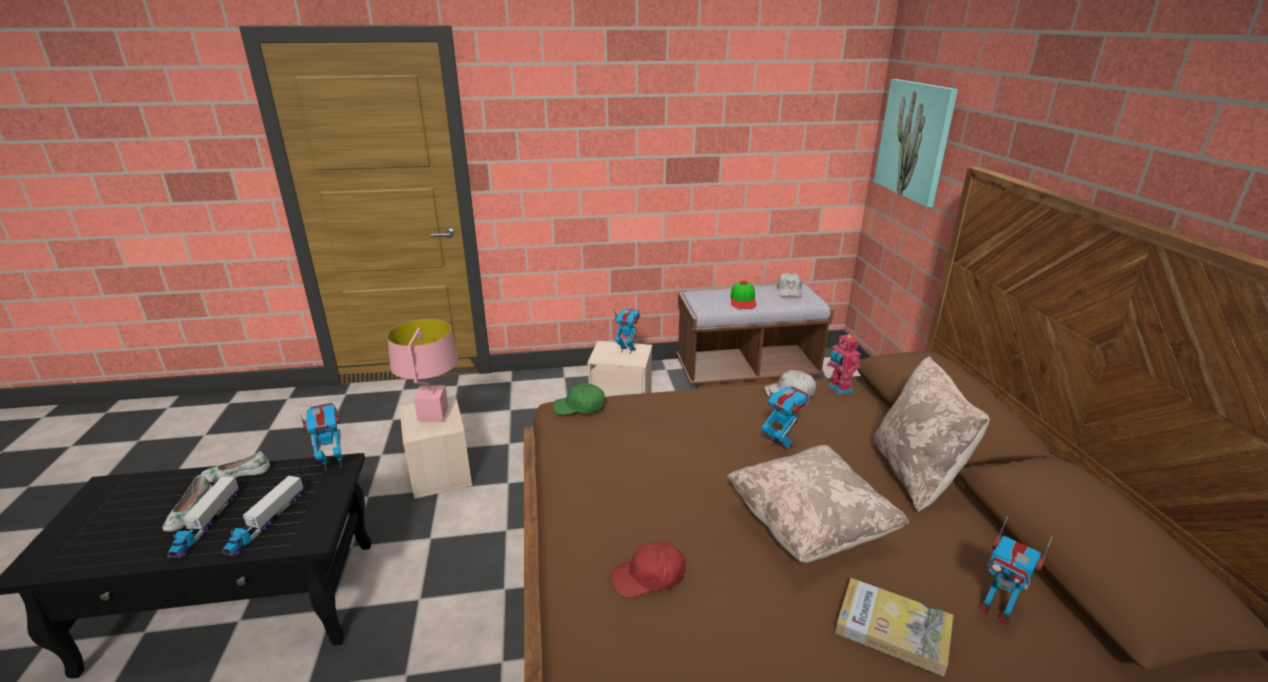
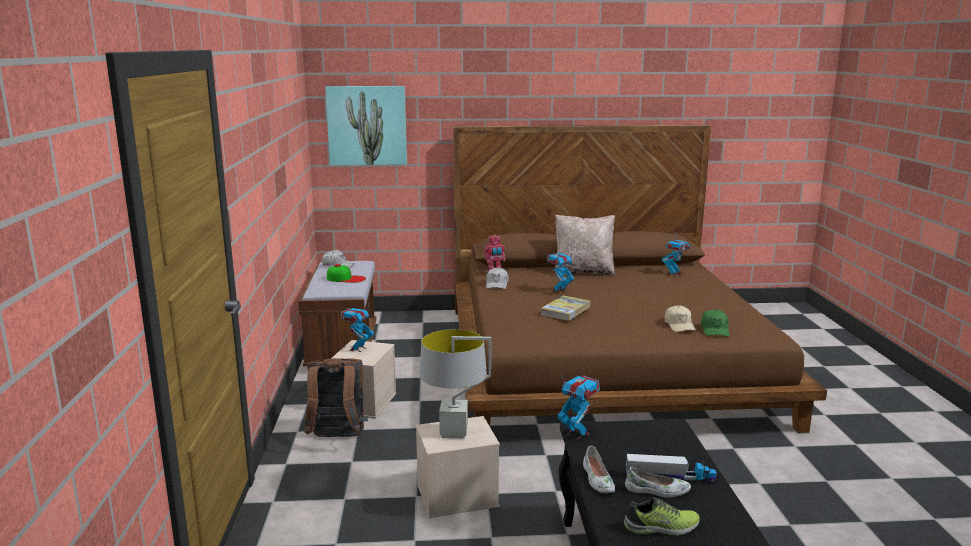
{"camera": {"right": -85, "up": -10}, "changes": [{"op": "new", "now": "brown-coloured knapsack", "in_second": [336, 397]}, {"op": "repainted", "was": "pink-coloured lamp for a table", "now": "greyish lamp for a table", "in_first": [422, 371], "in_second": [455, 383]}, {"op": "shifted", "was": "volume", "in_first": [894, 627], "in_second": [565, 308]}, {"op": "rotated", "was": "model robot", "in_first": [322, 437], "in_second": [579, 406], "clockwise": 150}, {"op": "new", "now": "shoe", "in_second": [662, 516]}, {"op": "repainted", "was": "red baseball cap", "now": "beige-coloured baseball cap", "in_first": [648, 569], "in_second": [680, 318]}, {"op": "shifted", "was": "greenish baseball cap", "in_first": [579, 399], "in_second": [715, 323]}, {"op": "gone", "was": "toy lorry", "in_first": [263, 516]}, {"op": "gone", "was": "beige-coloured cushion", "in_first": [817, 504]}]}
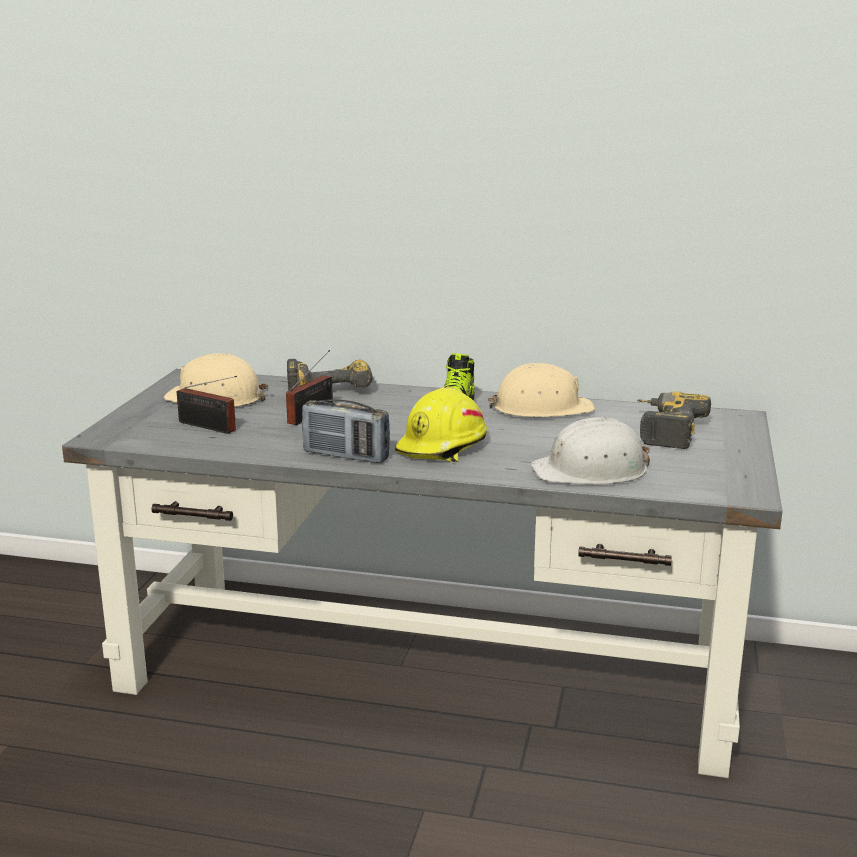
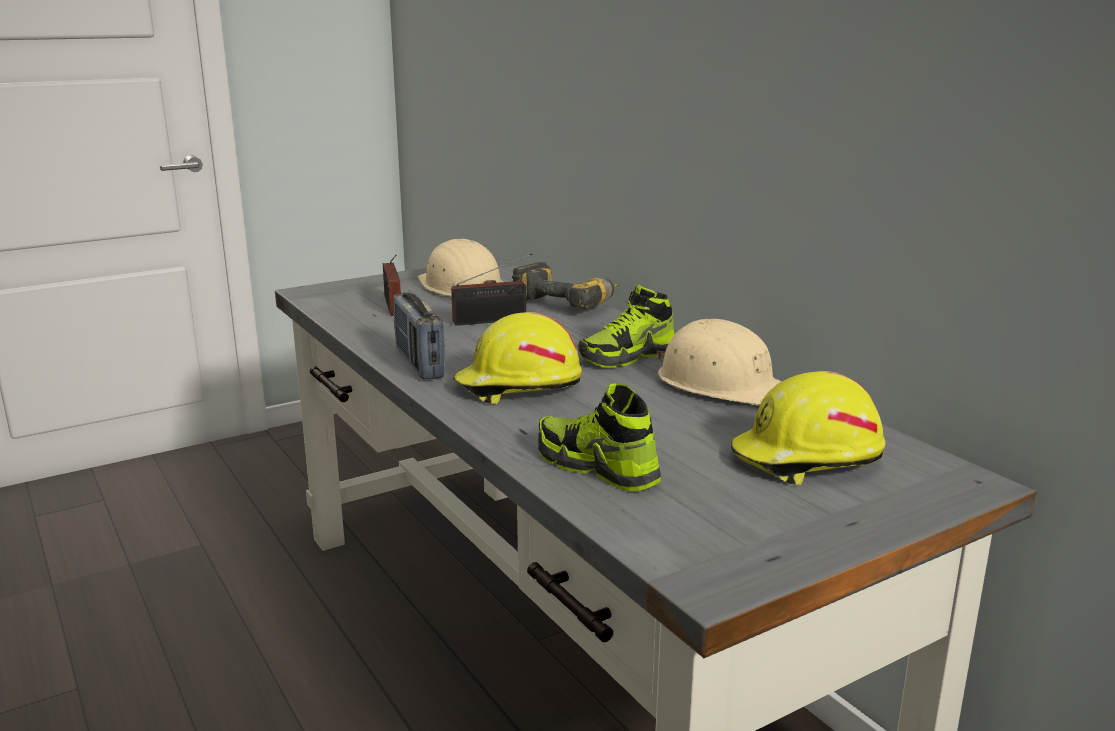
{"camera": {"right": 45, "up": 0}, "changes": [{"op": "swapped", "was": "white-coloured work helmet", "now": "shoe", "in_first": [590, 450], "in_second": [599, 437]}, {"op": "swapped", "was": "electric drill", "now": "yellowish work helmet", "in_first": [674, 420], "in_second": [808, 428]}]}
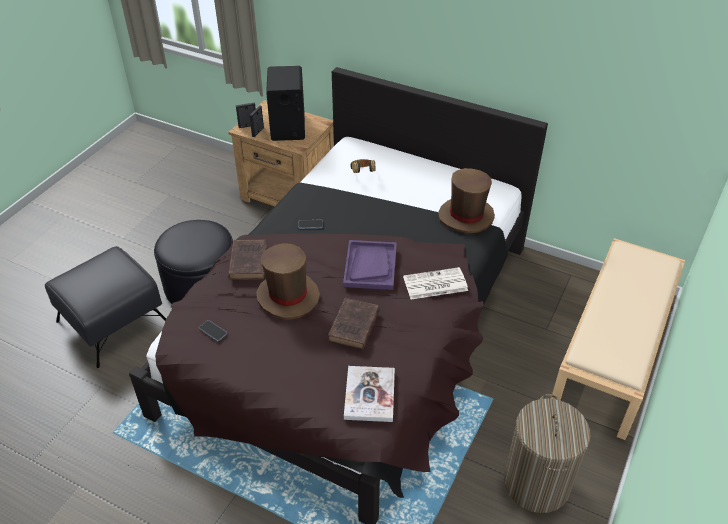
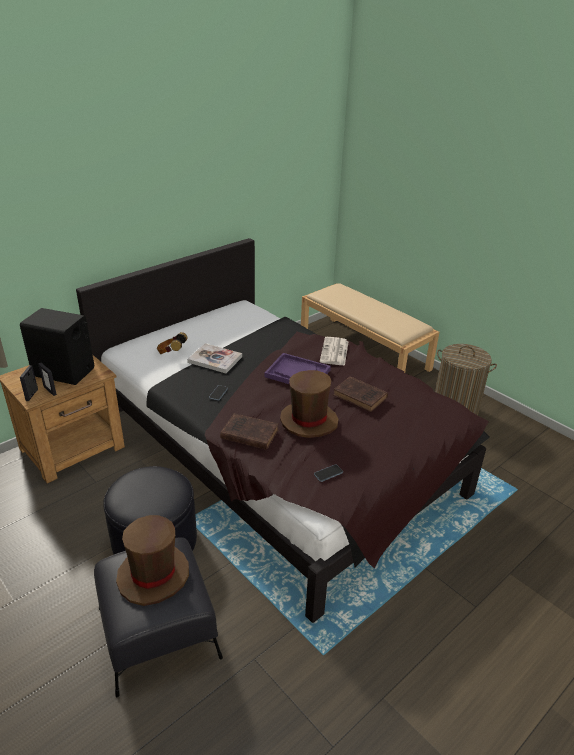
{"camera": {"right": -70, "up": -10}, "changes": [{"op": "shifted", "was": "brown-coloured clothing hat", "in_first": [466, 201], "in_second": [152, 560]}, {"op": "shifted", "was": "volume", "in_first": [369, 394], "in_second": [214, 358]}]}
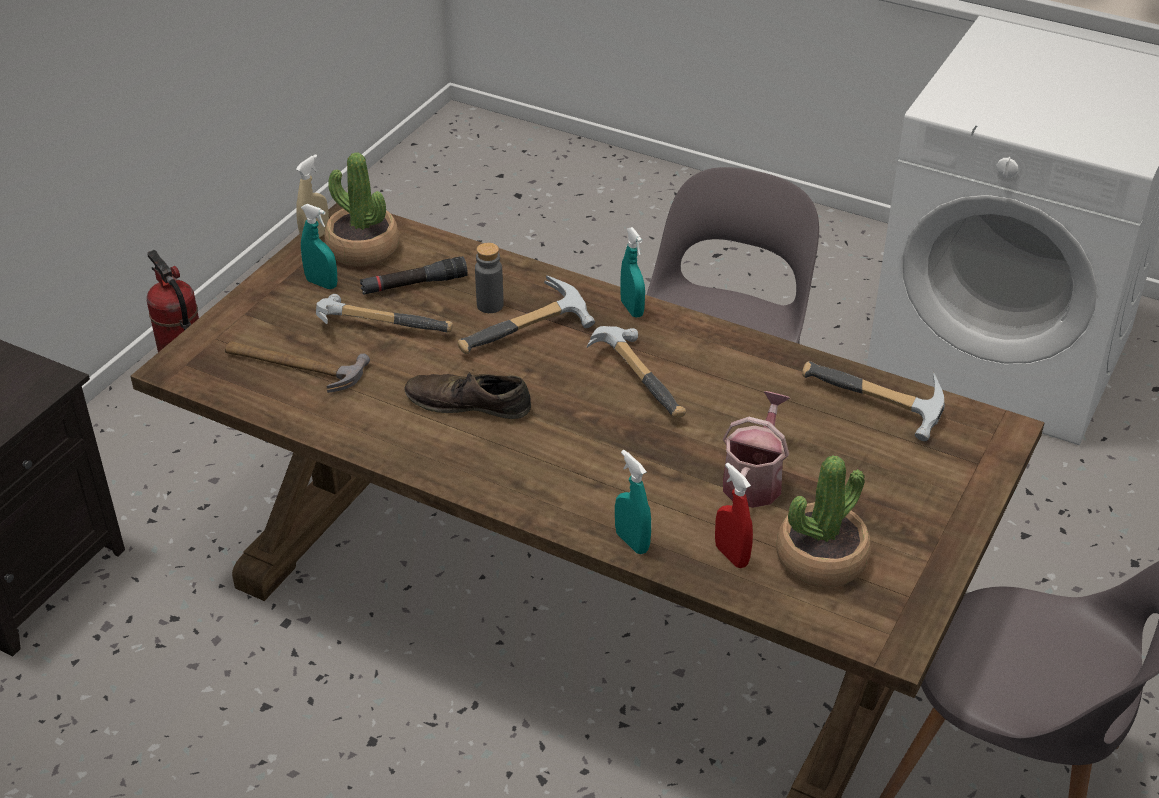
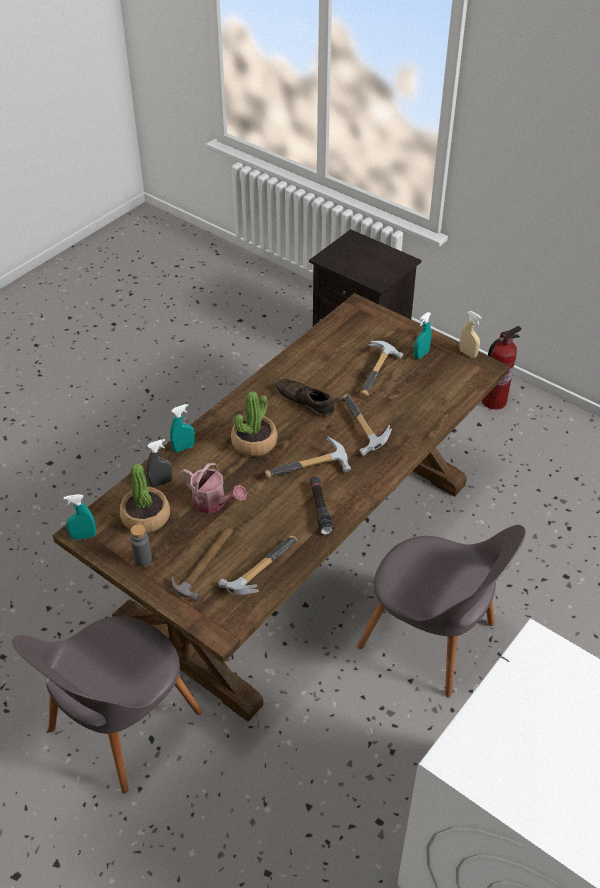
{"camera": {"right": 100, "up": 5}, "changes": [{"op": "shifted", "was": "blue-green sprayer", "in_first": [632, 272], "in_second": [80, 517]}, {"op": "shifted", "was": "greyish beverage bottle", "in_first": [489, 278], "in_second": [141, 545]}, {"op": "repainted", "was": "red sprayer", "now": "greyish sprayer", "in_first": [734, 515], "in_second": [159, 463]}, {"op": "shifted", "was": "hand hammer", "in_first": [297, 367], "in_second": [202, 564]}, {"op": "shifted", "was": "potted plant", "in_first": [361, 209], "in_second": [254, 424]}, {"op": "rotated", "was": "brown-coloured shoe", "in_first": [467, 396], "in_second": [305, 398], "clockwise": -75}, {"op": "shifted", "was": "black hand torch", "in_first": [414, 275], "in_second": [321, 505]}]}
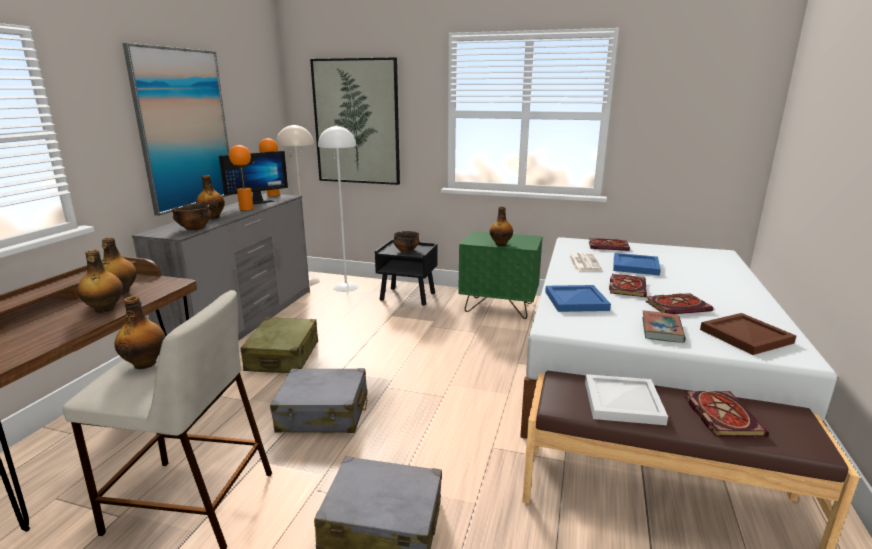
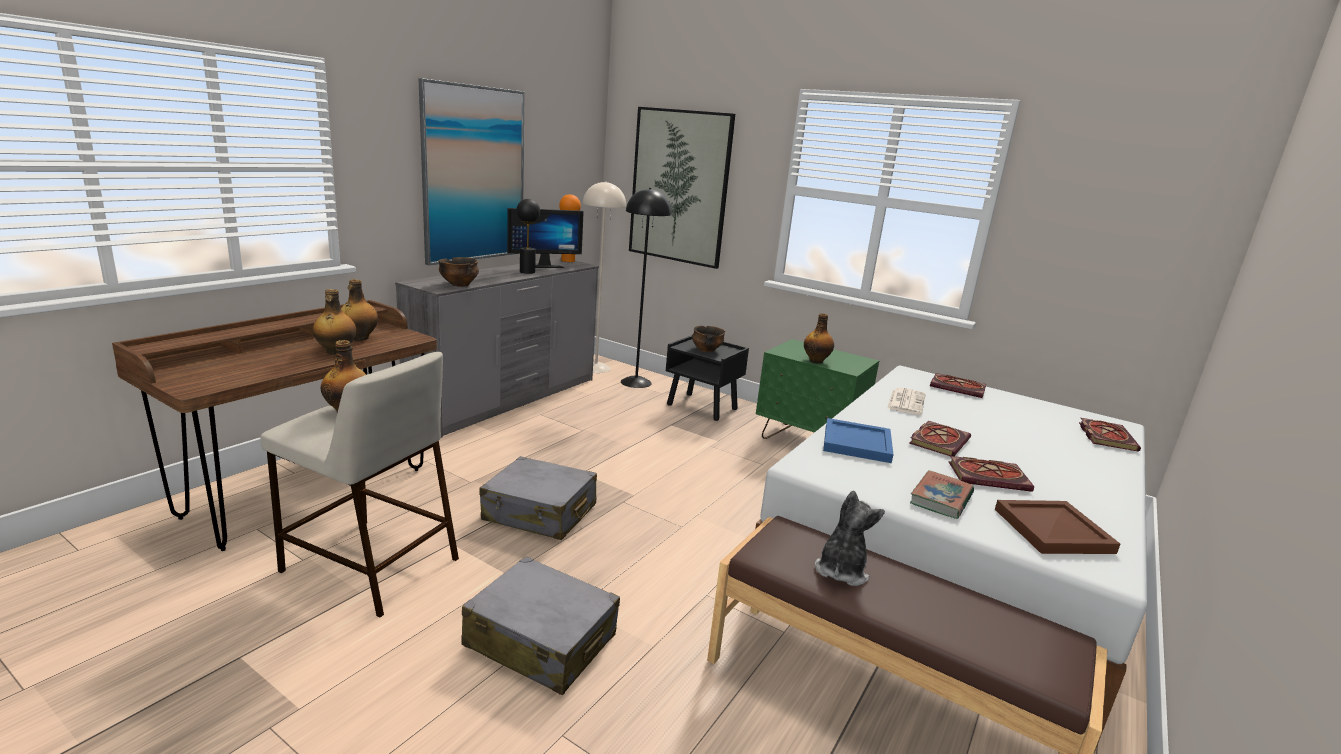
{"camera": {"right": 15, "up": 0}, "changes": [{"op": "repainted", "was": "orangey lamp for a table", "now": "black lamp for a table", "in_first": [241, 178], "in_second": [528, 236]}, {"op": "repainted", "was": "white-coloured standing lamp", "now": "black standing lamp", "in_first": [338, 208], "in_second": [646, 288]}, {"op": "swapped", "was": "white-coloured carrying tray", "now": "plush toy", "in_first": [626, 399], "in_second": [850, 538]}, {"op": "shifted", "was": "volume", "in_first": [726, 414], "in_second": [1110, 435]}, {"op": "gone", "was": "beverage bottle", "in_first": [210, 197]}, {"op": "gone", "was": "beige-coloured piece of luggage", "in_first": [279, 345]}, {"op": "gone", "was": "blue-coloured carrying tray", "in_first": [637, 264]}]}
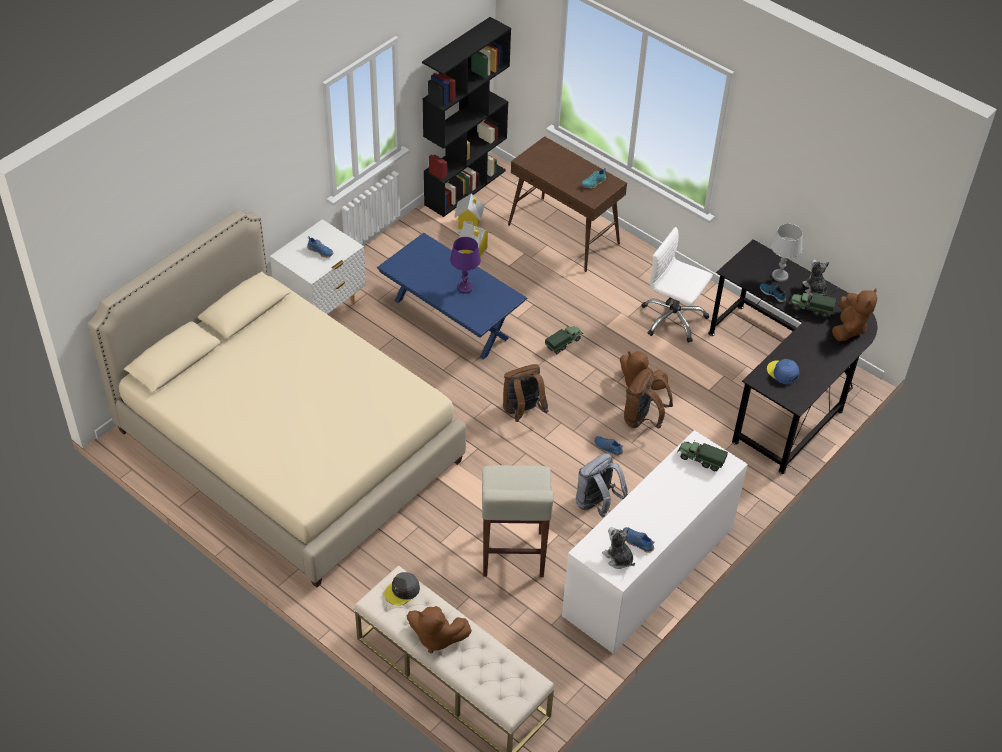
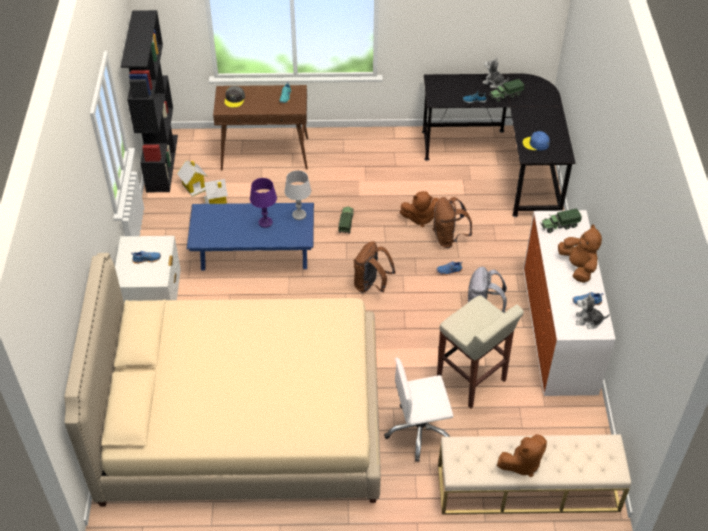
{"camera": {"right": -40, "up": 0}, "changes": [{"op": "shifted", "was": "greyish baseball cap", "in_first": [402, 588], "in_second": [234, 97]}, {"op": "shifted", "was": "greyish lamp for a table", "in_first": [787, 253], "in_second": [298, 195]}, {"op": "shifted", "was": "white-coloured office chair", "in_first": [677, 285], "in_second": [418, 410]}, {"op": "shifted", "was": "brown-coloured plush toy", "in_first": [854, 315], "in_second": [580, 253]}]}
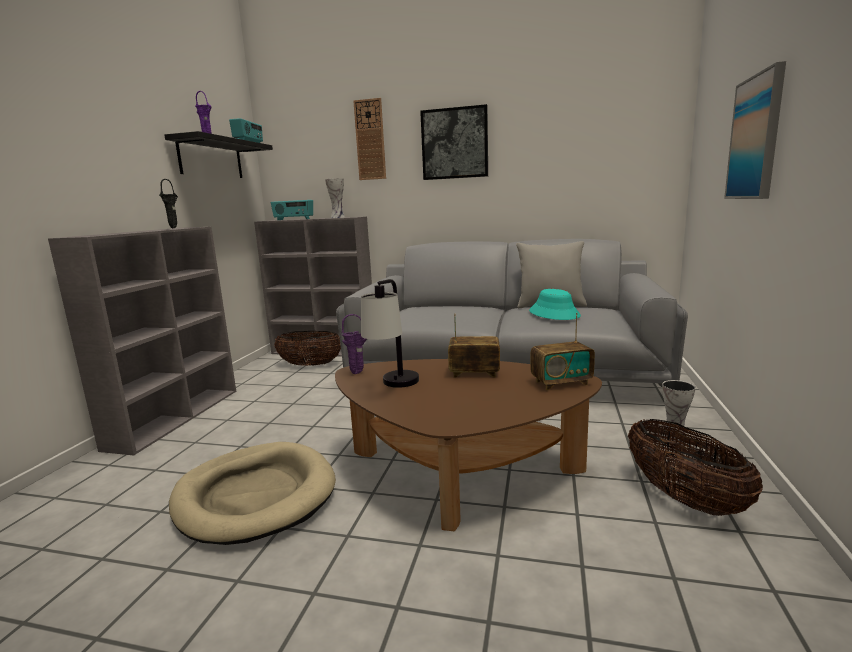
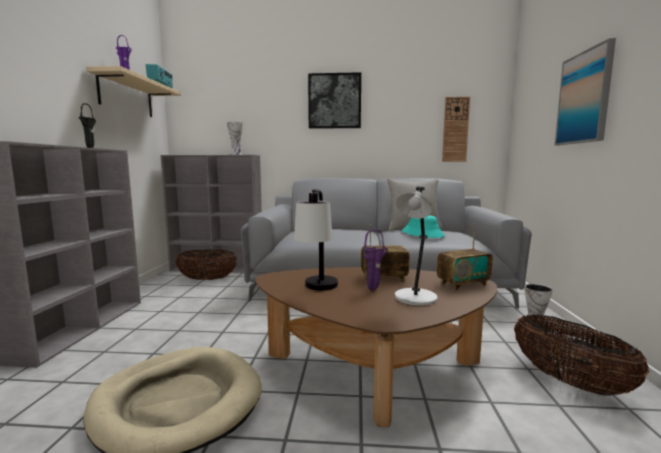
{"camera": {"right": -10, "up": -5}, "changes": [{"op": "repainted", "was": "black wall shelf", "now": "beige-coloured wall shelf", "in_first": [218, 154], "in_second": [133, 91]}, {"op": "shifted", "was": "purplish flower vase", "in_first": [354, 344], "in_second": [375, 260]}, {"op": "new", "now": "greyish lamp for a table", "in_second": [416, 246]}, {"op": "shifted", "was": "hanging clock", "in_first": [369, 139], "in_second": [456, 129]}, {"op": "gone", "was": "radio set", "in_first": [292, 210]}]}
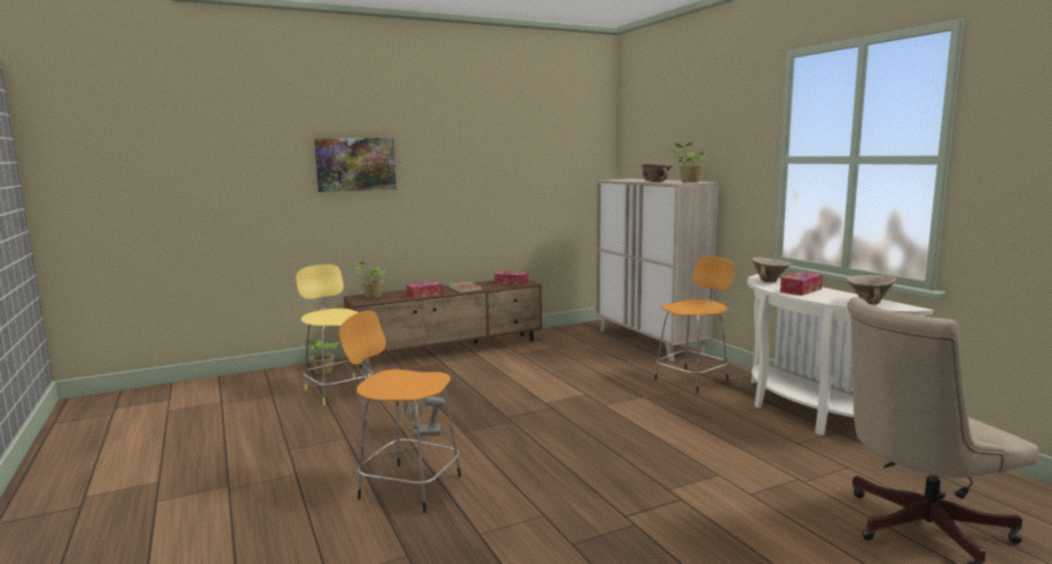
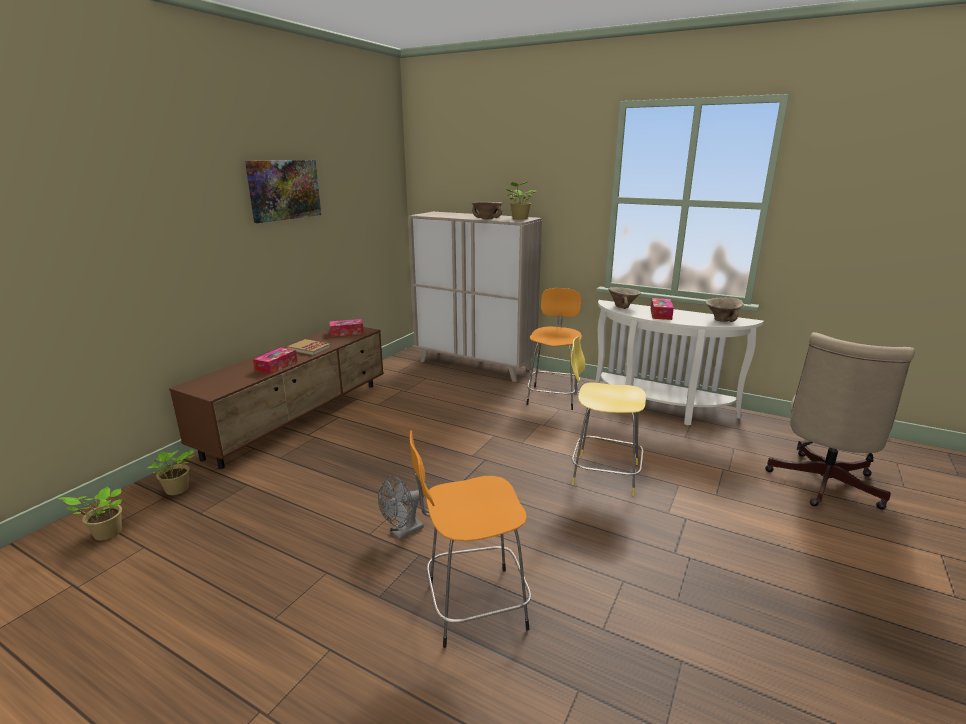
{"camera": {"right": -35, "up": 10}, "changes": [{"op": "shifted", "was": "potted plant", "in_first": [369, 279], "in_second": [90, 514]}, {"op": "shifted", "was": "picture", "in_first": [355, 165], "in_second": [283, 191]}, {"op": "shifted", "was": "yellowish stool", "in_first": [334, 335], "in_second": [608, 416]}]}
